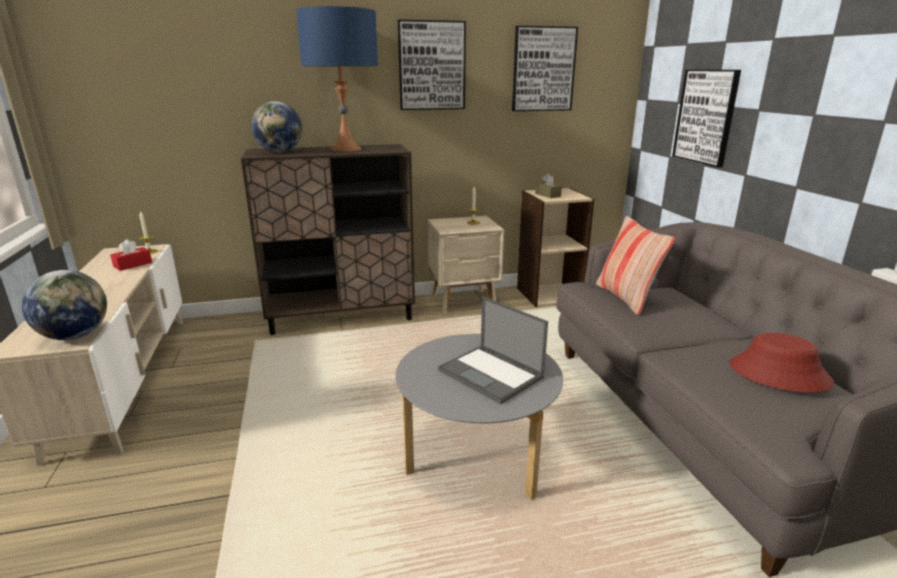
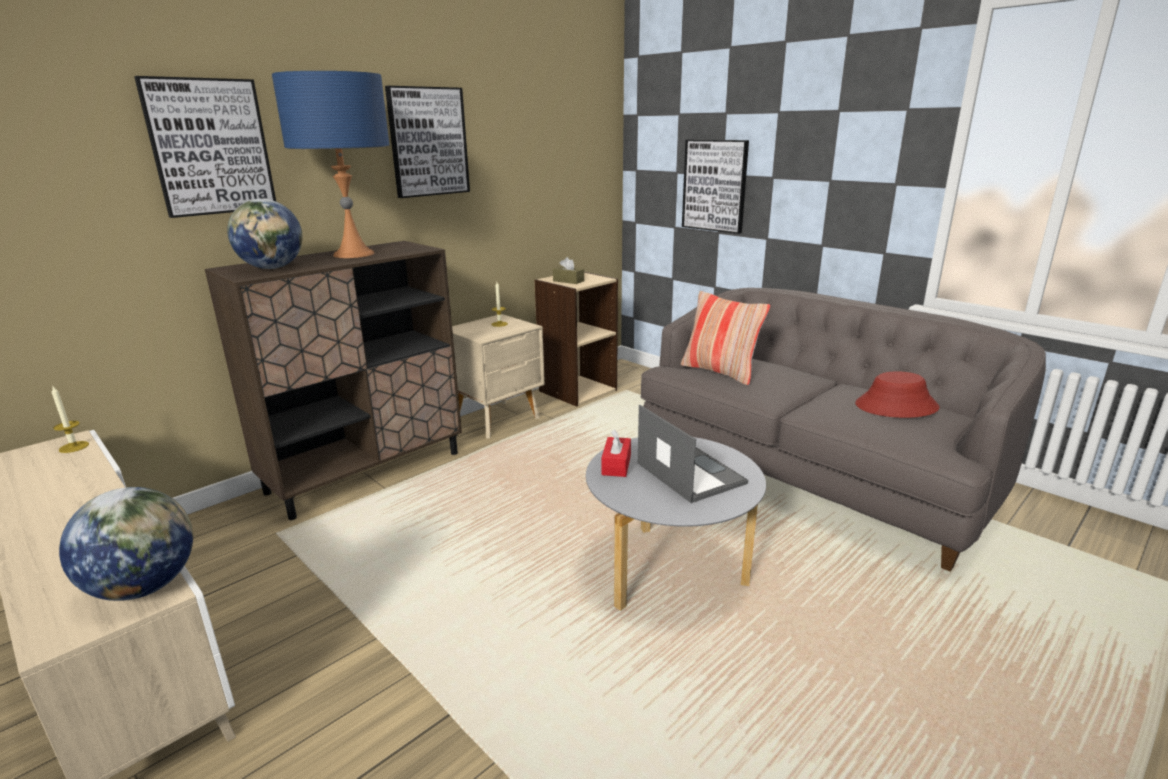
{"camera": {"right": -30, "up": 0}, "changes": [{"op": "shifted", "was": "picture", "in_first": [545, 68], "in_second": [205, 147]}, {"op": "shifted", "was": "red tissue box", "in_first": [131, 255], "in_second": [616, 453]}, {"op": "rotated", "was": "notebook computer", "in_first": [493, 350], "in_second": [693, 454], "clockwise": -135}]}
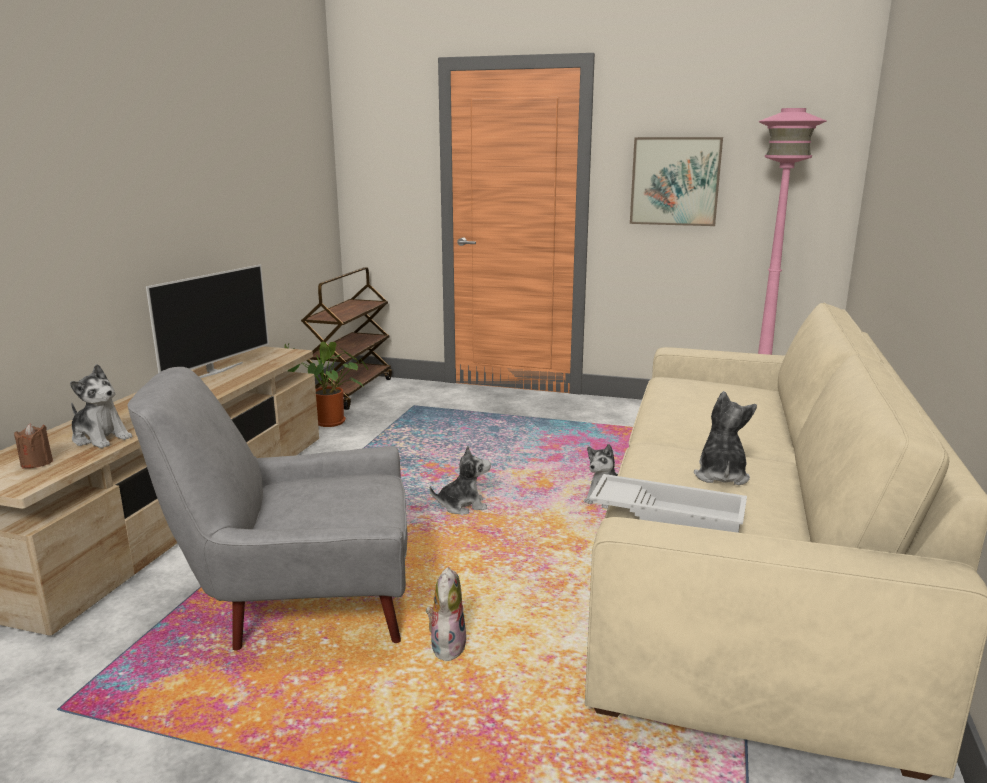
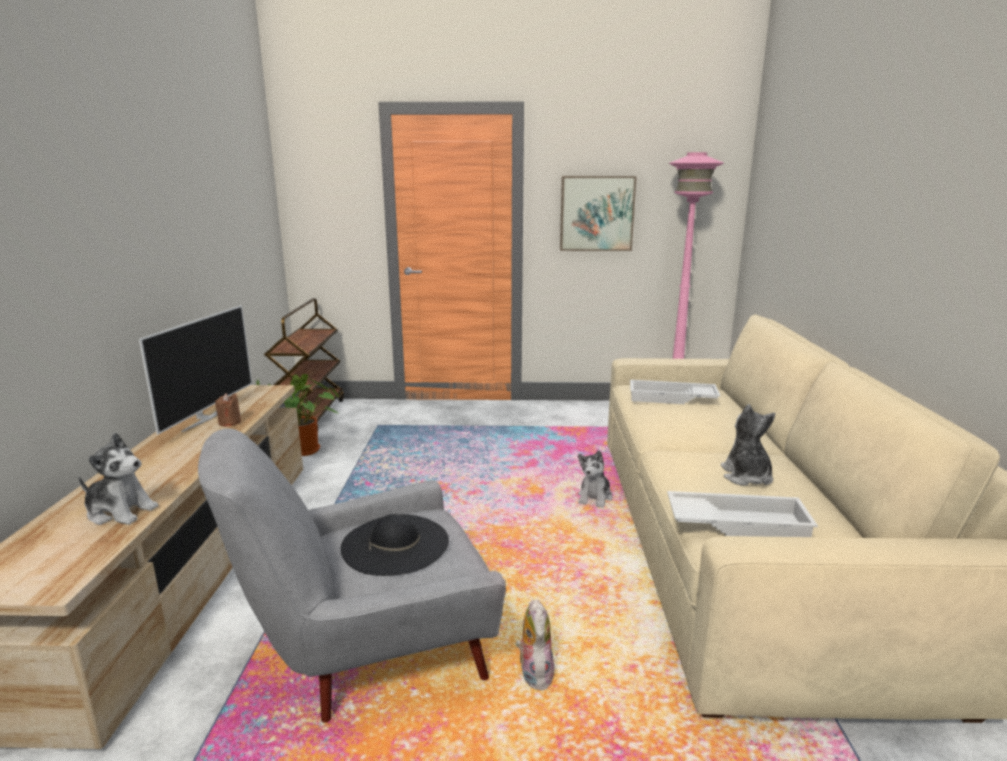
{"camera": {"right": -15, "up": 0}, "changes": [{"op": "shifted", "was": "brown-coloured wax light", "in_first": [33, 446], "in_second": [228, 410]}, {"op": "new", "now": "black clothing hat", "in_second": [395, 545]}, {"op": "new", "now": "white-coloured carrying tray", "in_second": [675, 392]}, {"op": "gone", "was": "plush toy", "in_first": [460, 480]}]}
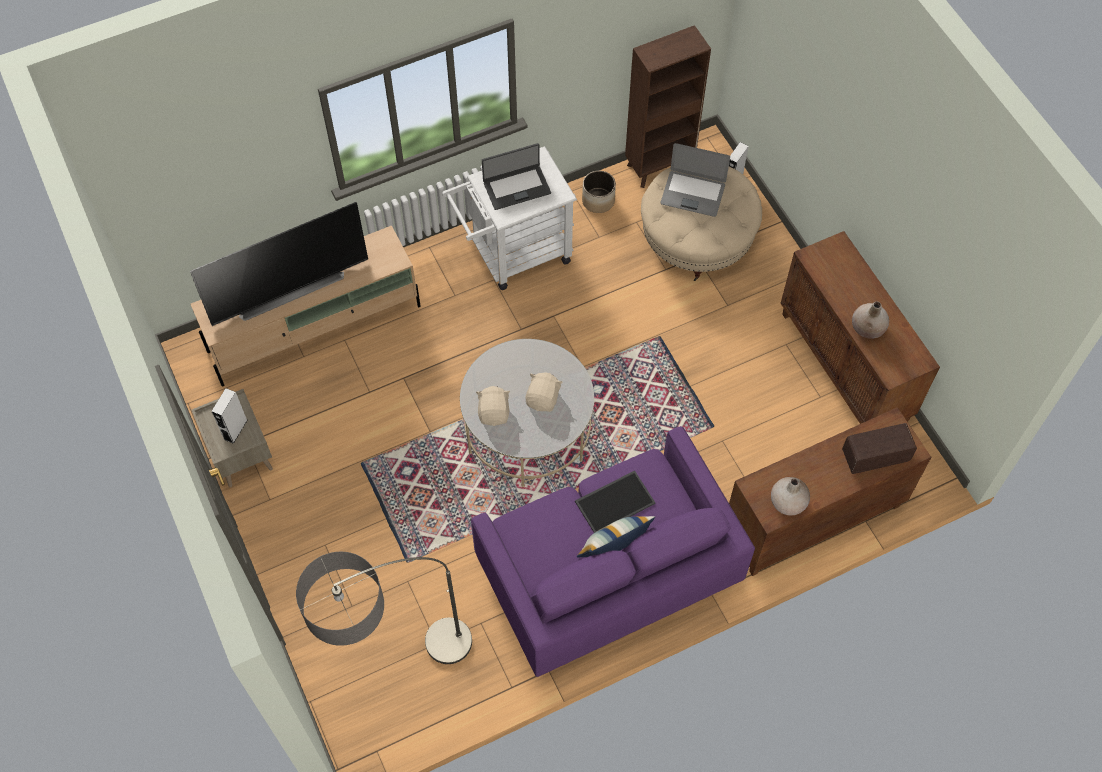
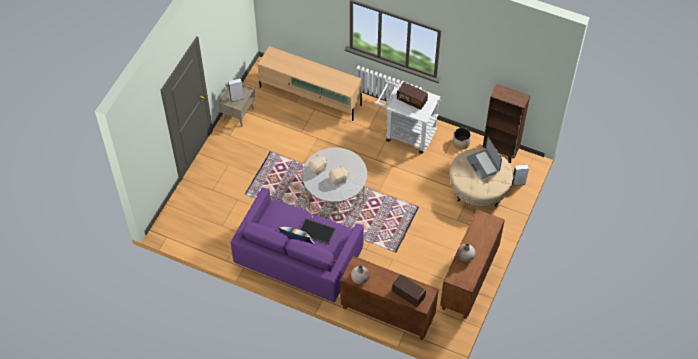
{"camera": {"right": 50, "up": -5}, "changes": [{"op": "swapped", "was": "notebook computer", "now": "radio set", "in_first": [516, 176], "in_second": [412, 96]}, {"op": "gone", "was": "television", "in_first": [279, 264]}, {"op": "gone", "was": "standing lamp", "in_first": [384, 608]}]}
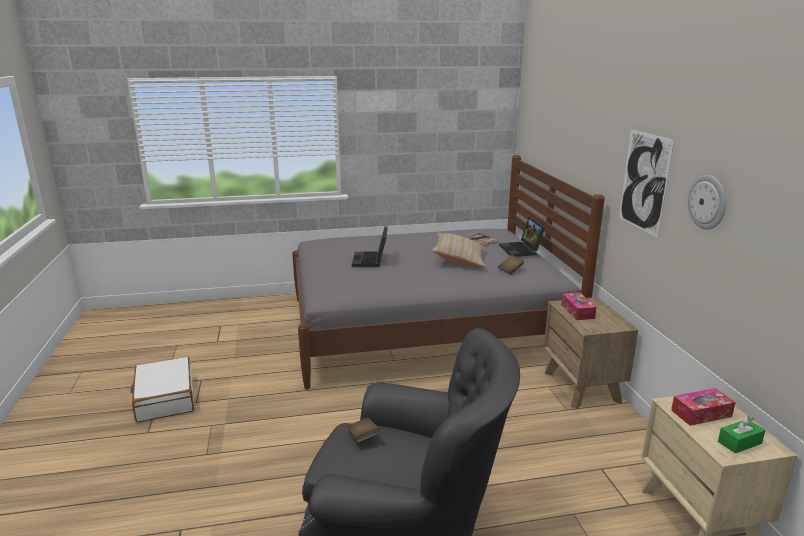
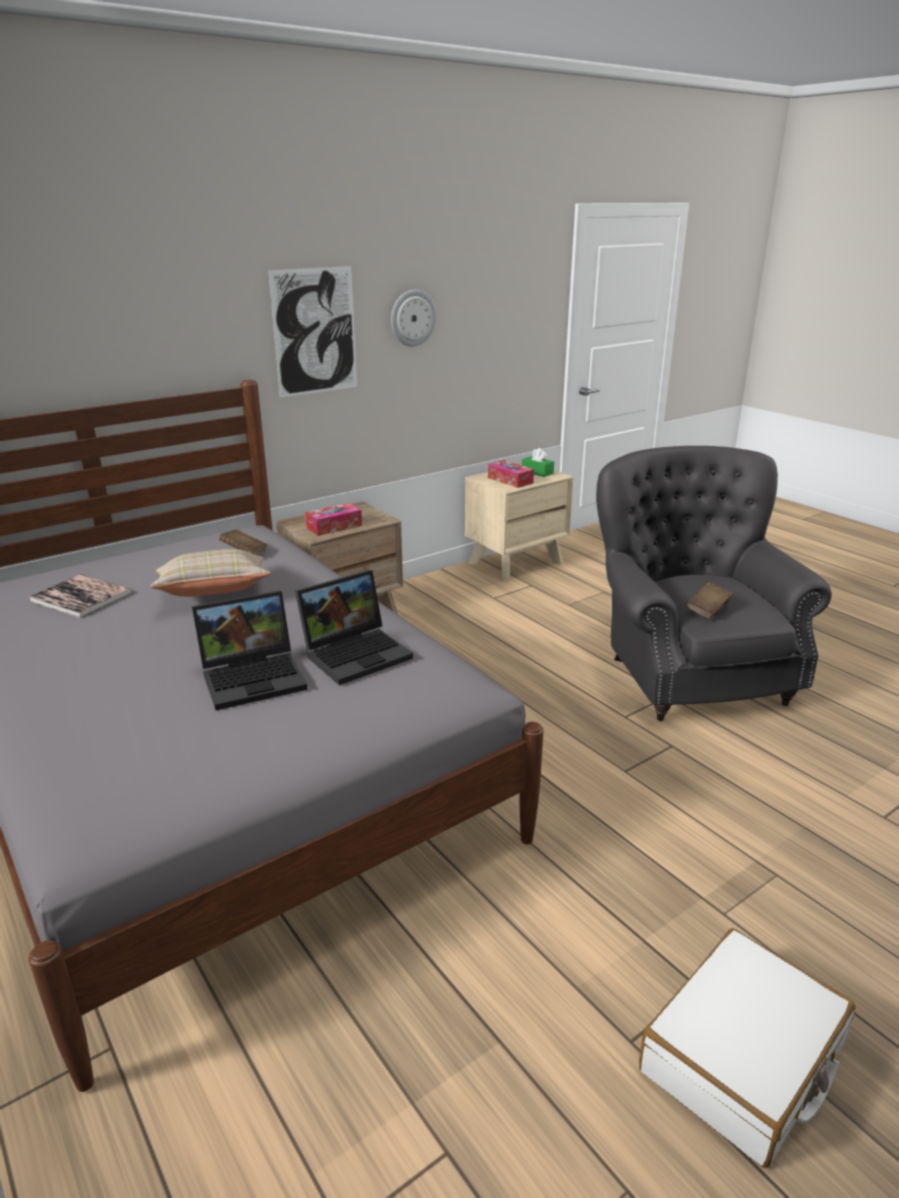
{"camera": {"right": -115, "up": 5}, "changes": [{"op": "shifted", "was": "notebook computer", "in_first": [522, 237], "in_second": [354, 627]}]}
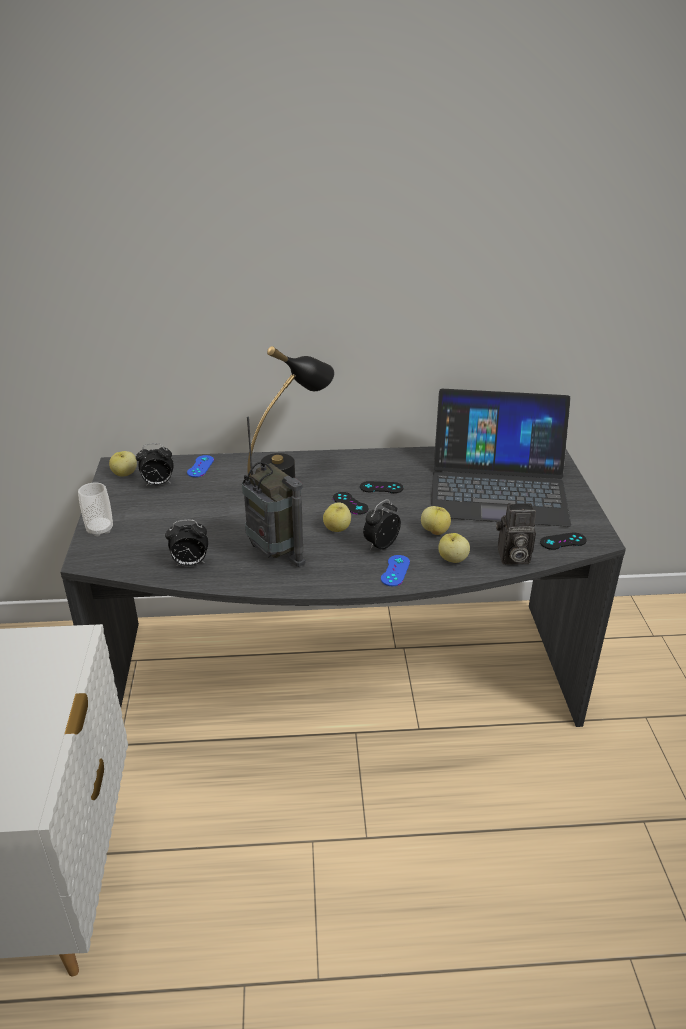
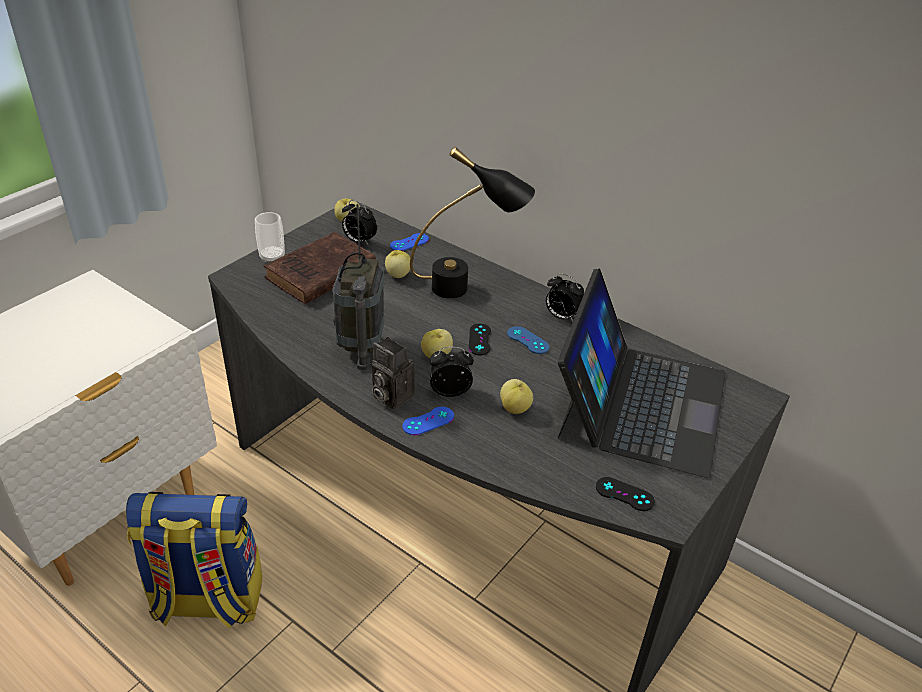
{"camera": {"right": 40, "up": 5}, "changes": [{"op": "new", "now": "knapsack", "in_second": [194, 560]}, {"op": "new", "now": "brown-coloured volume", "in_second": [320, 268]}, {"op": "shifted", "was": "still camera", "in_first": [516, 534], "in_second": [393, 373]}, {"op": "shifted", "was": "whole apple", "in_first": [454, 548], "in_second": [397, 264]}, {"op": "repainted", "was": "black gamepad", "now": "blue-coloured gamepad", "in_first": [381, 487], "in_second": [528, 340]}, {"op": "shifted", "was": "table clock", "in_first": [186, 543], "in_second": [565, 297]}, {"op": "rotated", "was": "notebook computer", "in_first": [501, 458], "in_second": [642, 373], "clockwise": -120}]}
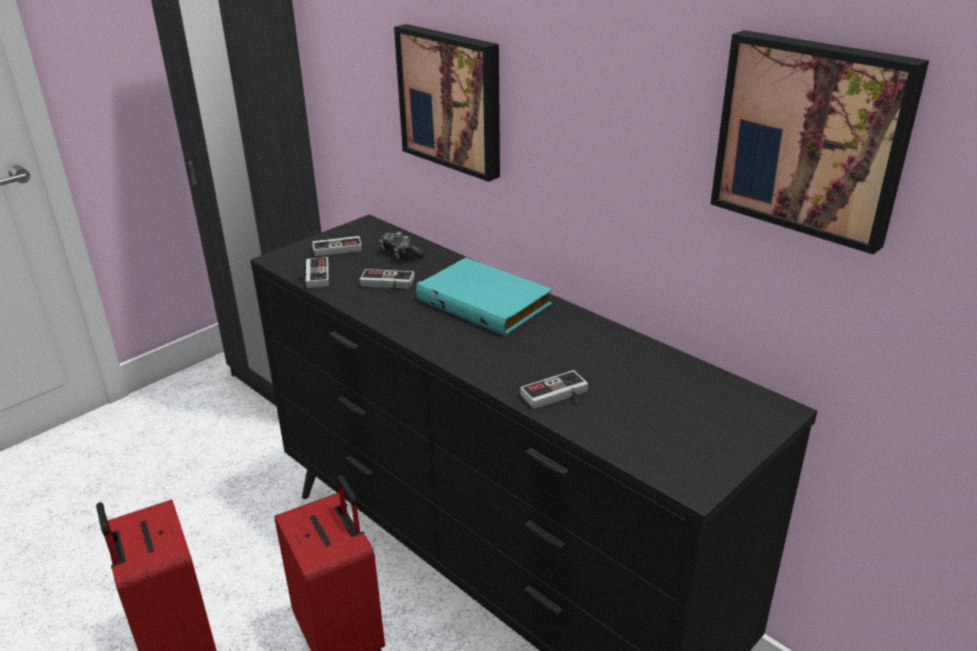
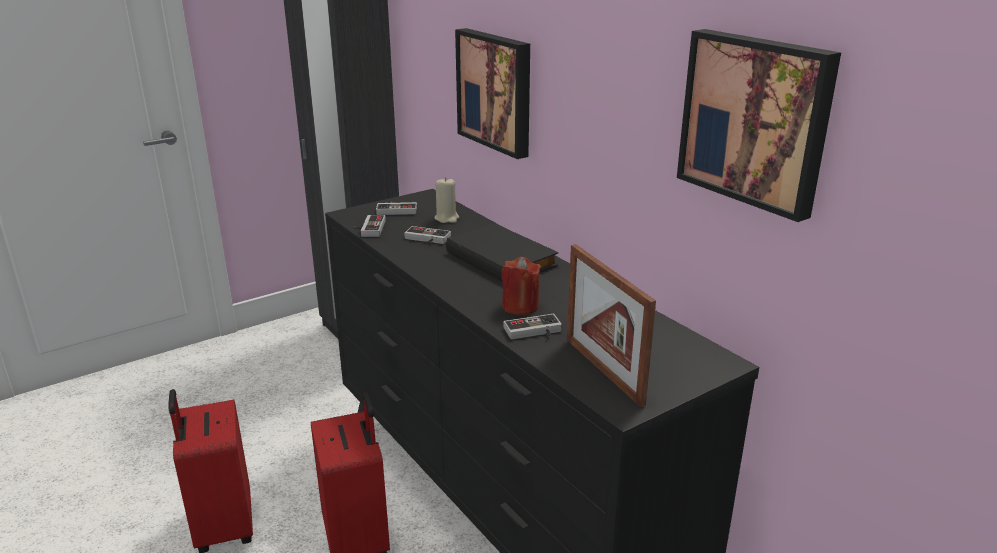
{"camera": {"right": 10, "up": -5}, "changes": [{"op": "swapped", "was": "gamepad", "now": "beige-coloured wax light", "in_first": [402, 245], "in_second": [446, 200]}, {"op": "repainted", "was": "blue-green volume", "now": "black volume", "in_first": [484, 297], "in_second": [502, 252]}, {"op": "new", "now": "red wax light", "in_second": [521, 286]}, {"op": "new", "now": "photo frame", "in_second": [611, 325]}]}
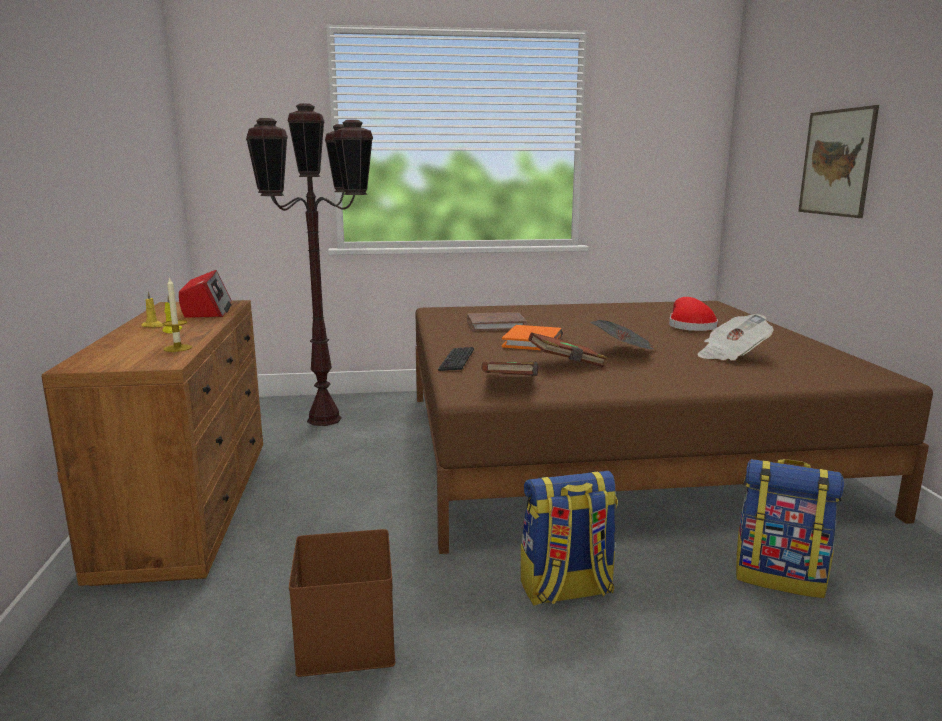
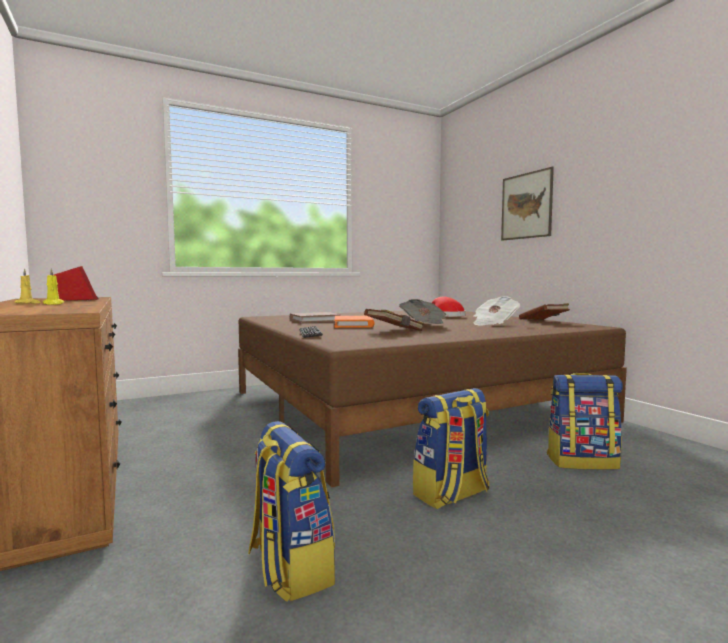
{"camera": {"right": -20, "up": -10}, "changes": [{"op": "swapped", "was": "brown-coloured storage box", "now": "knapsack", "in_first": [342, 603], "in_second": [291, 511]}, {"op": "shifted", "was": "brown-coloured volume", "in_first": [509, 368], "in_second": [544, 311]}, {"op": "gone", "was": "wax light", "in_first": [177, 314]}, {"op": "gone", "was": "brown-coloured standing lamp", "in_first": [309, 264]}]}
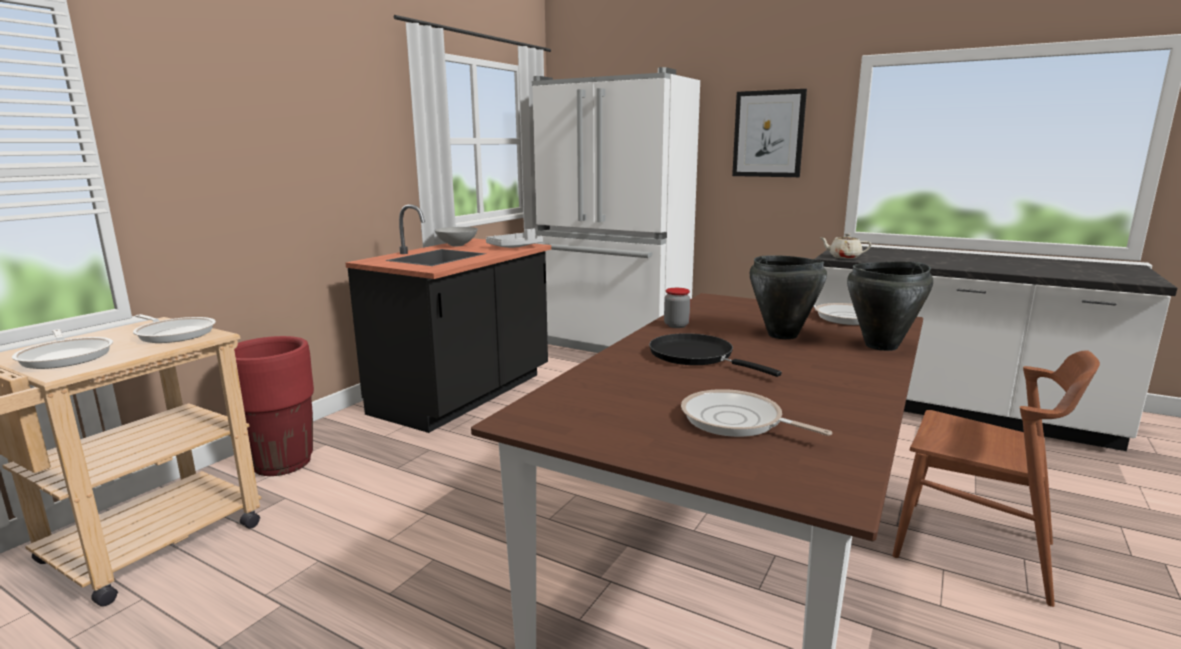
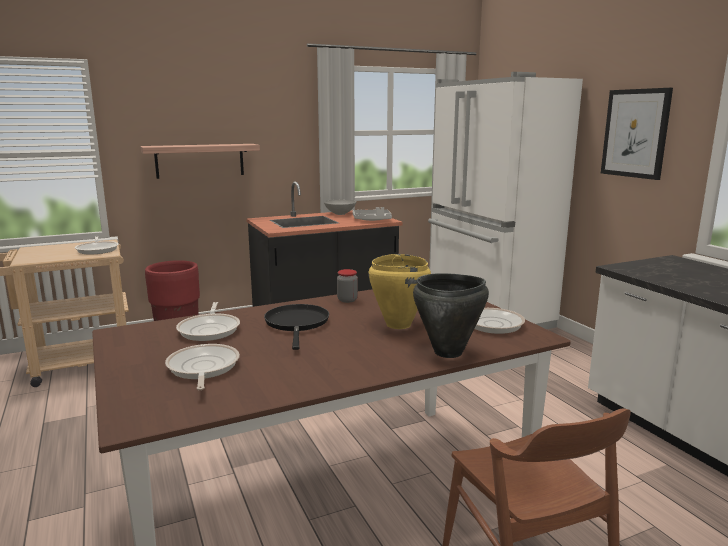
{"camera": {"right": 35, "up": 0}, "changes": [{"op": "new", "now": "wall shelf", "in_second": [200, 161]}, {"op": "shifted", "was": "pan", "in_first": [62, 349], "in_second": [208, 321]}, {"op": "repainted", "was": "black stockpot", "now": "yellowish stockpot", "in_first": [788, 297], "in_second": [399, 291]}, {"op": "gone", "was": "beige-coloured pot for tea", "in_first": [845, 246]}]}
